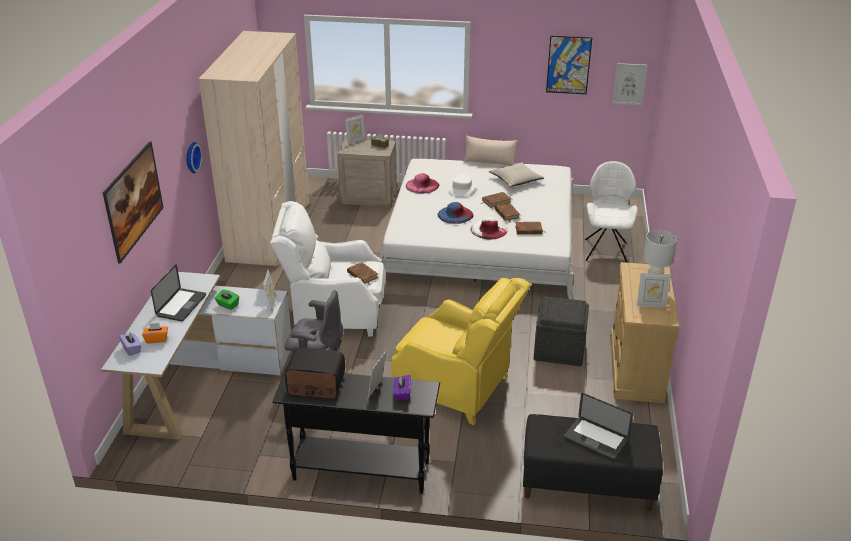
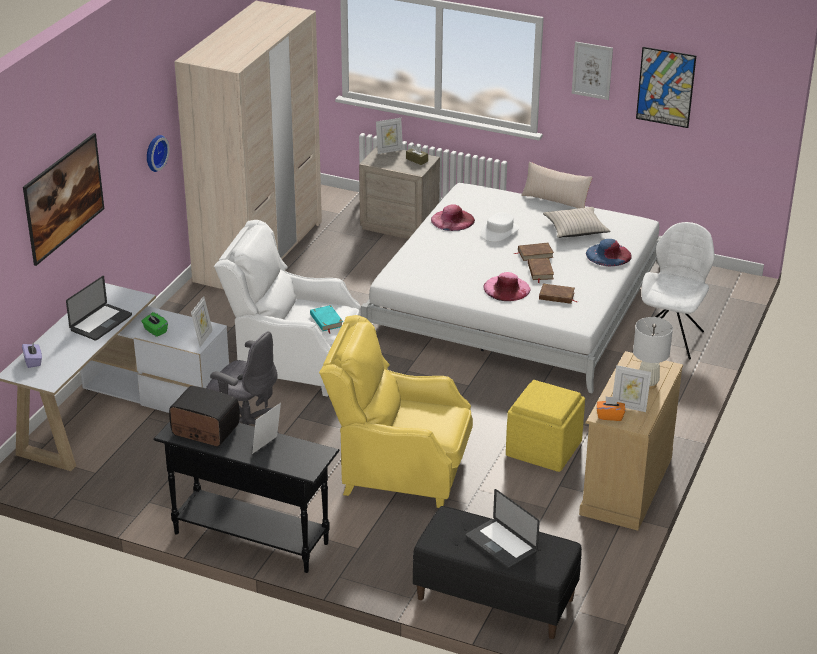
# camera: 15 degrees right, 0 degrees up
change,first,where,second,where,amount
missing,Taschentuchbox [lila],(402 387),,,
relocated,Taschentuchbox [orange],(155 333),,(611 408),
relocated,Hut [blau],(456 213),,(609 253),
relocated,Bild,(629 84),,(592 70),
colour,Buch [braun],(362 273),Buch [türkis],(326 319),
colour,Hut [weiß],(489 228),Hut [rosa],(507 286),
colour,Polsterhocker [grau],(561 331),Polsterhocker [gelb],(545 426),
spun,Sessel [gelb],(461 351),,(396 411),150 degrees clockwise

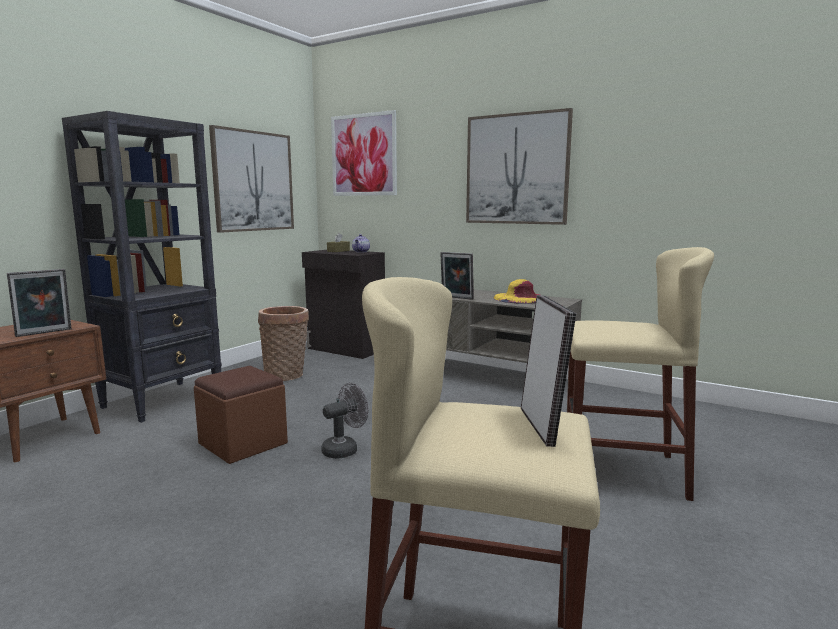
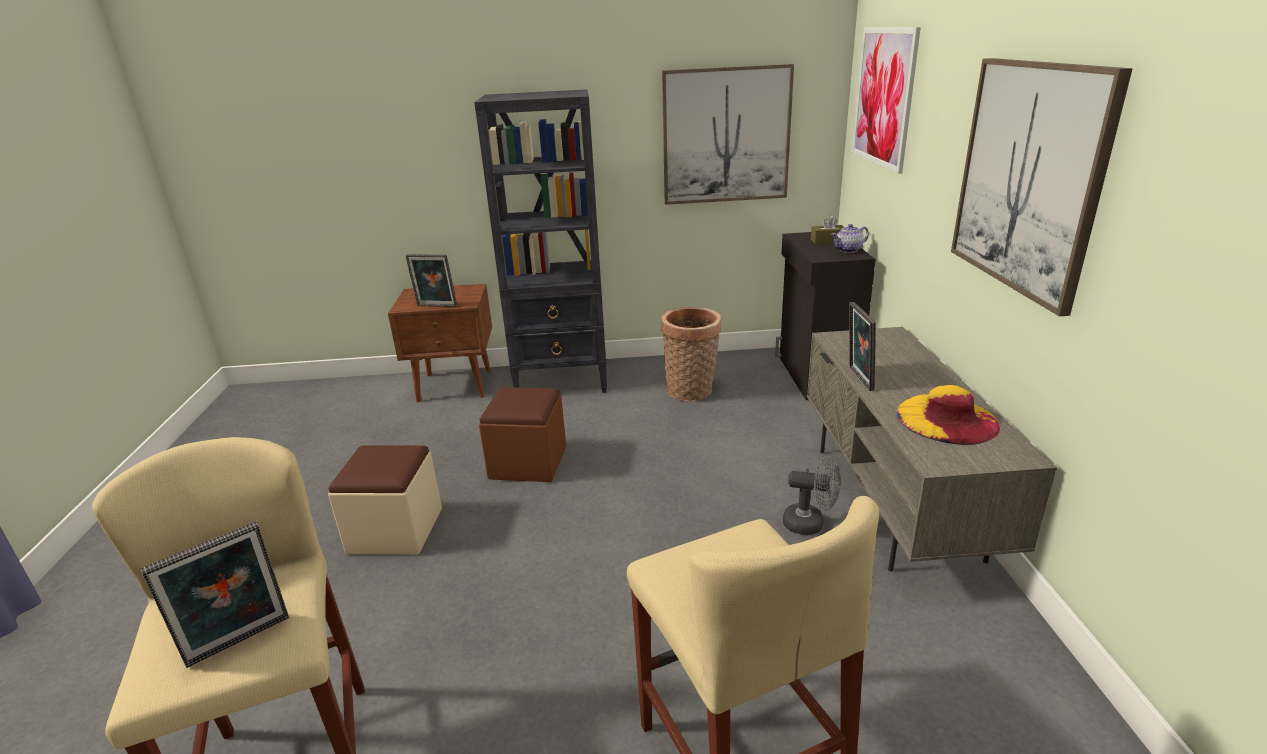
# camera: 55 degrees right, 15 degrees up
change,first,where,second,where,amount
appeared,,,Polsterhocker [beige],(385 500),
relocated,Ventilator [grau],(344 421),,(812 495),

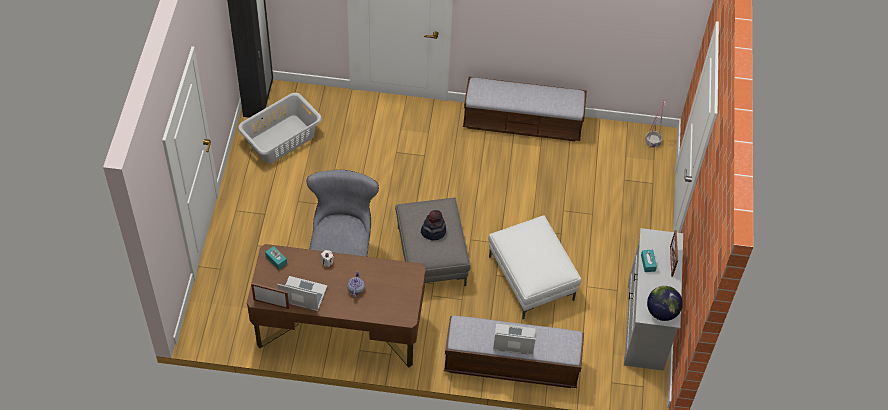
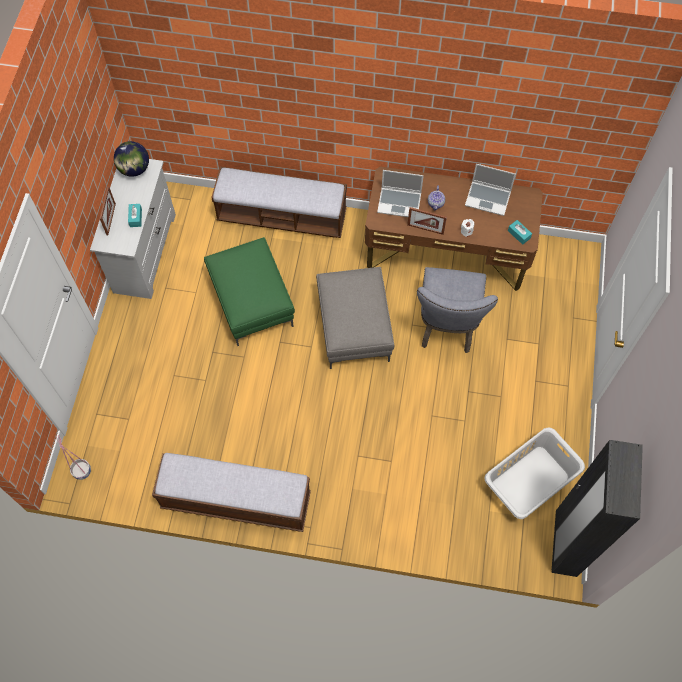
# camera: 175 degrees left, 10 degrees up
change,first,where,second,where,amount
missing,Hut,(433 225),,,
relocated,Bilderrahmen,(270 296),,(427 221),
relocated,Laptop,(514 339),,(400 193),
colour,Polsterhocker [weiß],(534 267),Polsterhocker [grün],(249 291),

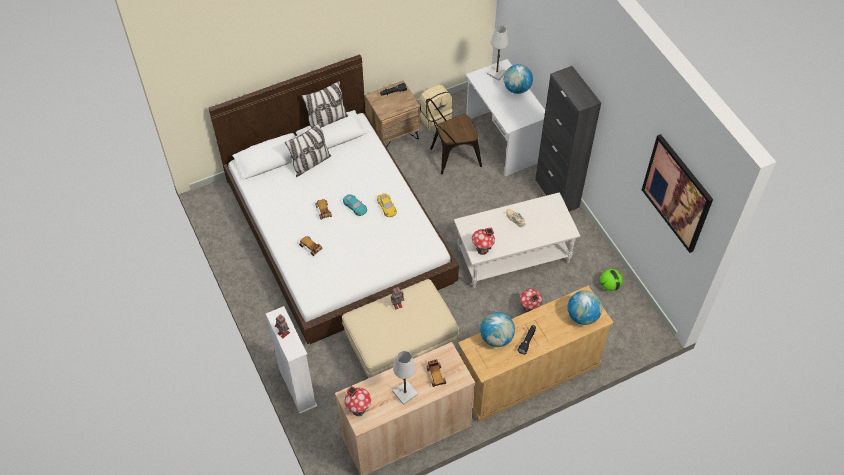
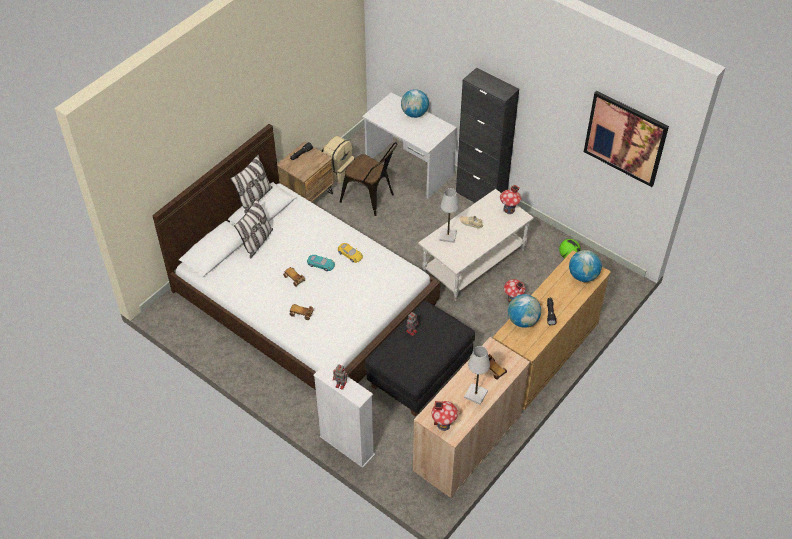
# camera: 25 degrees left, 5 degrees down
change,first,where,second,where,amount
relocated,Spielzeughaus,(483 241),,(510 199),
relocated,Tischlampe [weiß],(498 53),,(449 215),
colour,Polsterhocker [beige],(400 328),Polsterhocker [schwarz],(420 359),
spun,Stuhl [braun],(454 137),,(369 179),105 degrees counterclockwise

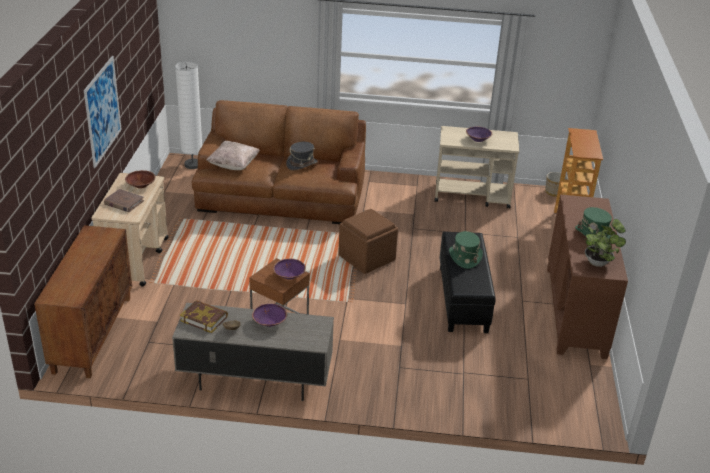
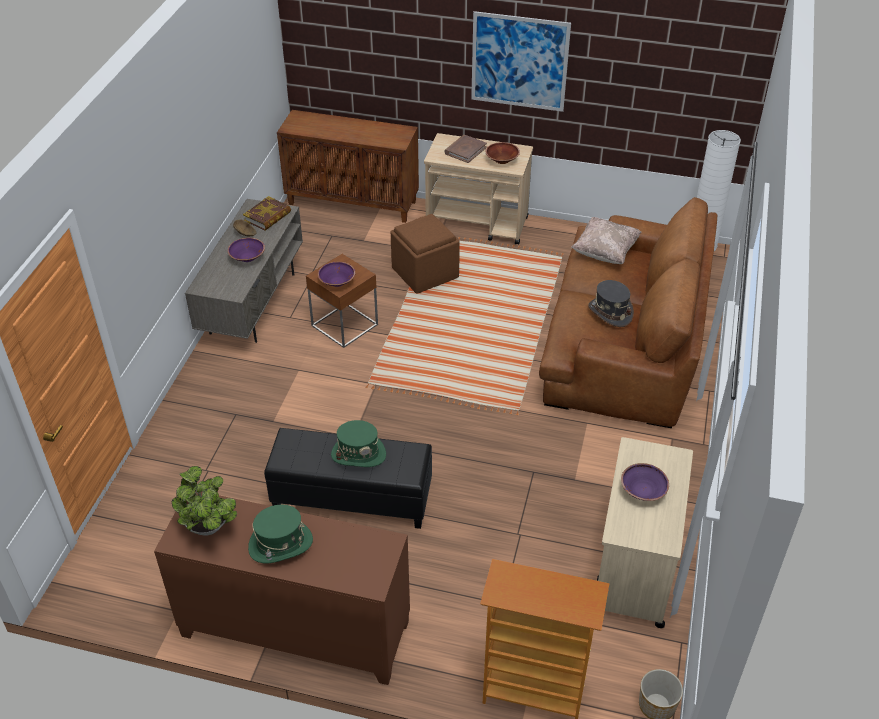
# camera: 100 degrees right, 10 degrees up
change,first,where,second,where,amount
relocated,Polsterhocker [braun],(368 241),,(425 254),

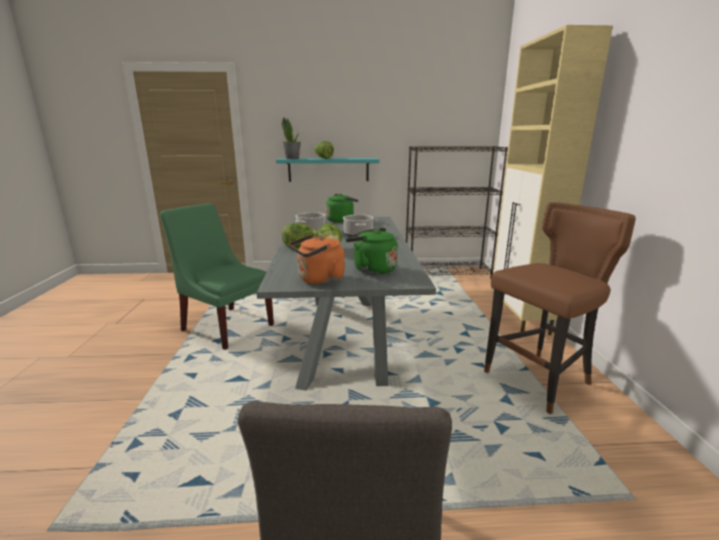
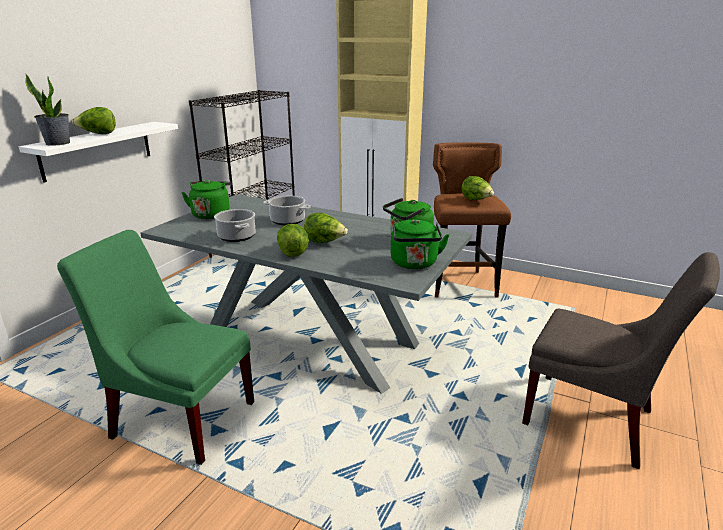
# camera: 60 degrees left, 5 degrees up
change,first,where,second,where,amount
appeared,,,Salatkopf,(478 188),
colour,Wandregal [türkis],(327 170),Wandregal [weiß],(98 152),
colour,Wasserkessel [orange],(317 259),Wasserkessel [grün],(420 244),
spun,Stuhl [grün],(217 276),,(155 347),45 degrees clockwise

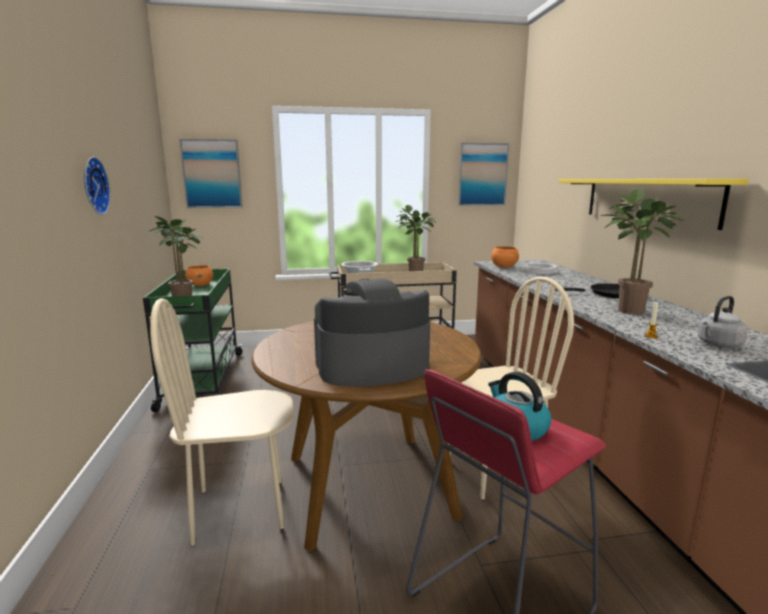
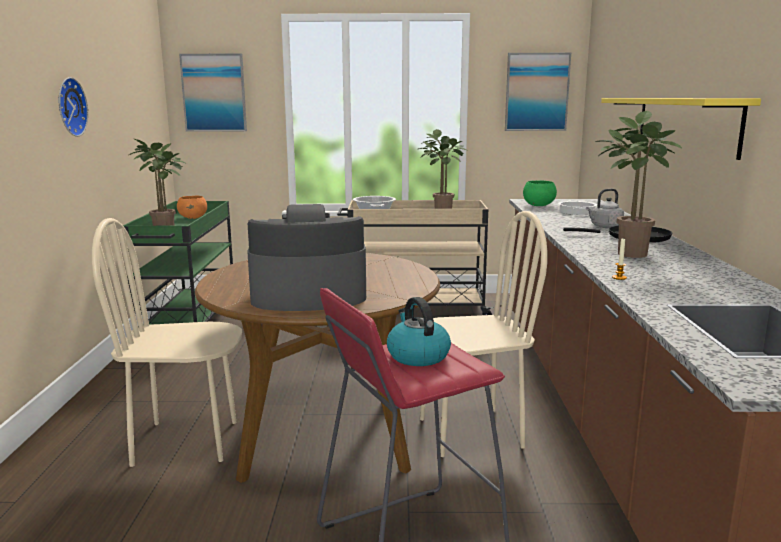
# camera: 10 degrees right, 0 degrees up
change,first,where,second,where,amount
relocated,Wasserkessel [grau],(723 322),,(605 208),
colour,Schüssel [orange],(505 257),Schüssel [grün],(540 193),

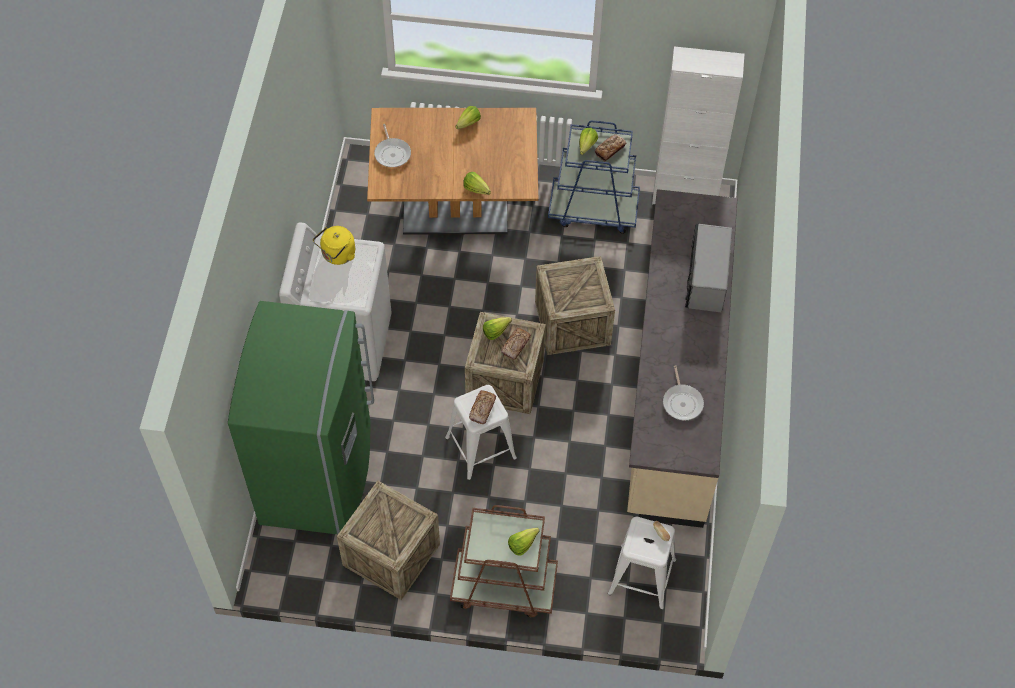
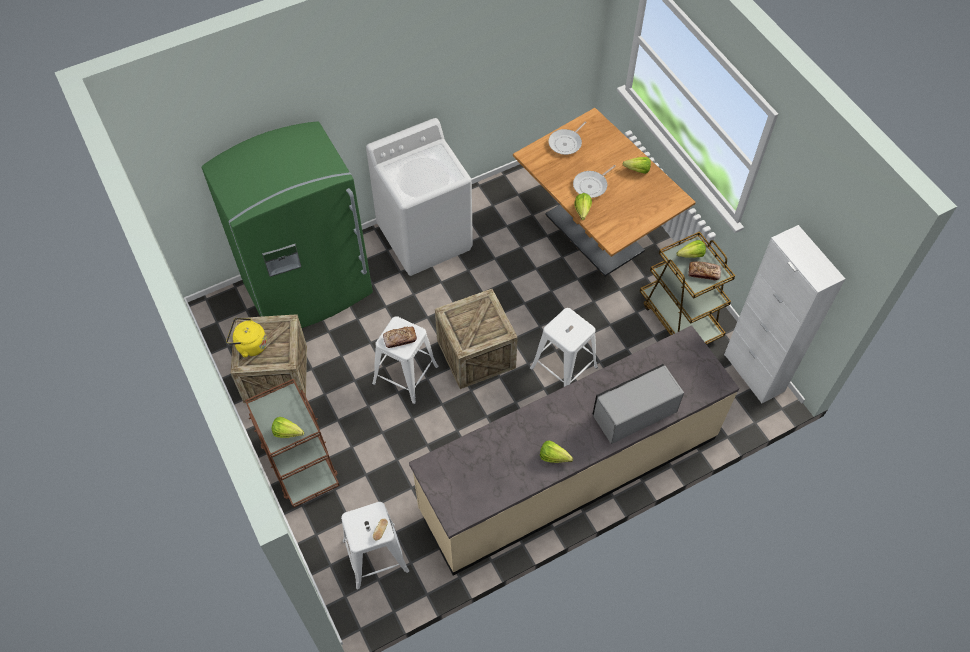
# camera: 55 degrees right, 0 degrees up
change,first,where,second,where,amount
missing,Brot,(516 344),,,
relocated,Wasserkessel [gelb],(334 245),,(246 337),
relocated,Salatkopf,(497 328),,(556 452),
relocated,Pfanne,(683 393),,(594 181),
exchanged,Kiste,(575 305),Hocker [weiß],(564 347),
colour,Rollwagen [blau],(594 177),Rollwagen [braun],(687 288),

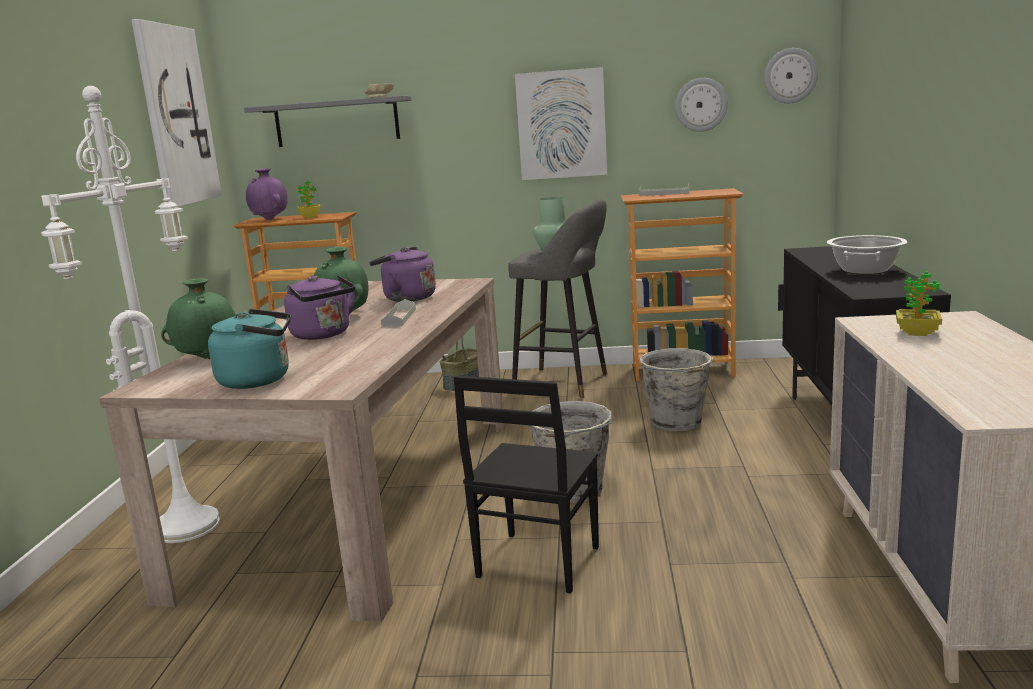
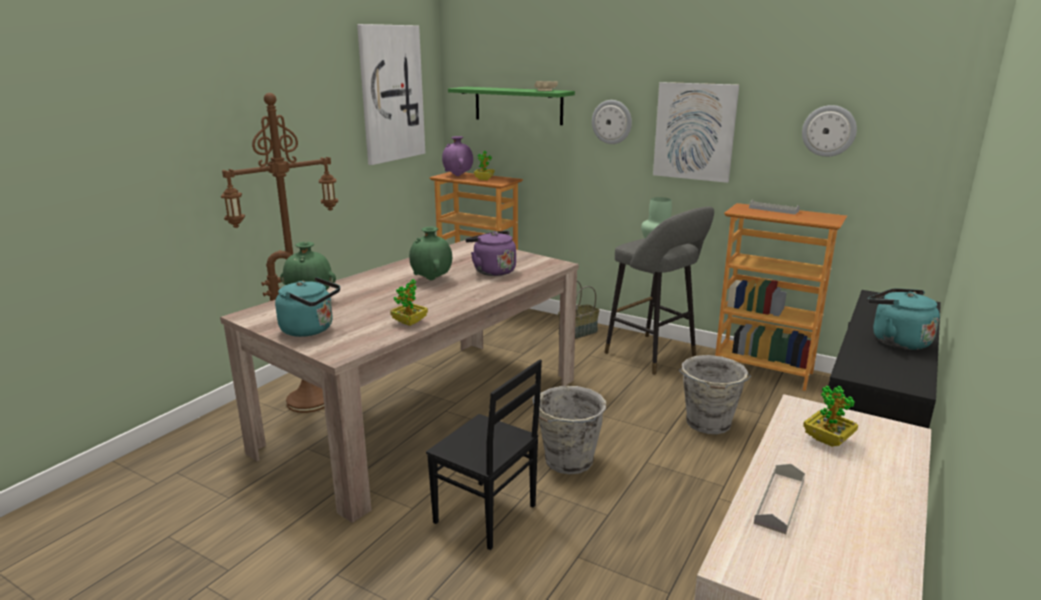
# camera: 25 degrees right, 5 degrees up
change,first,where,second,where,amount
missing,Wasserkessel [lila],(319 307),,,
appeared,,,Topfpflanze,(409 302),
relocated,Tablett [grau],(398 313),,(779 499),
relocated,Wanduhr,(791 75),,(612 122),
exchanged,Kochtopf,(867 255),Wasserkessel [türkis],(903 319),
colour,Stehlampe [weiß],(130 314),Stehlampe [braun],(279 253),
colour,Wandregal [grau],(327 121),Wandregal [grün],(511 106),
spun,Stuhl [schwarz],(526 485),,(484 454),105 degrees counterclockwise

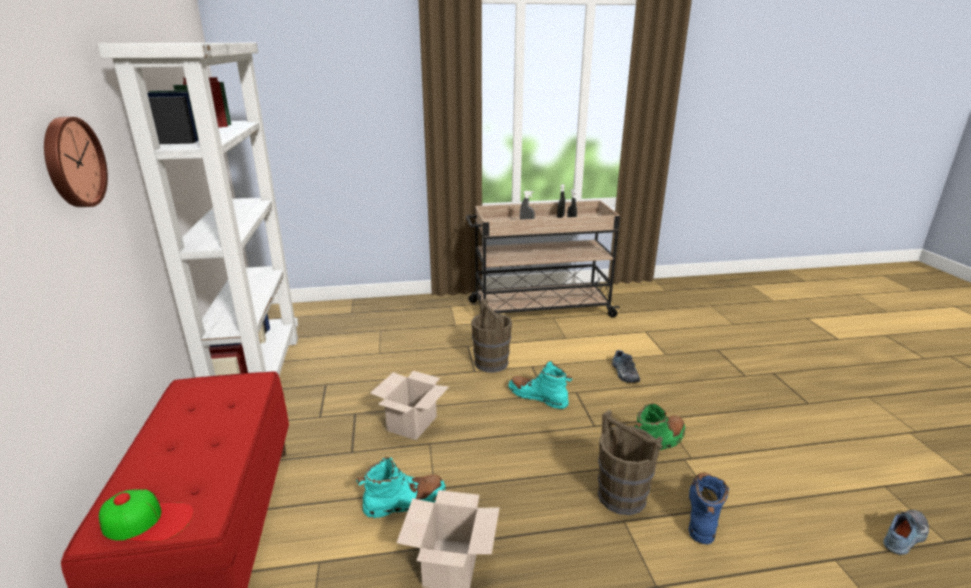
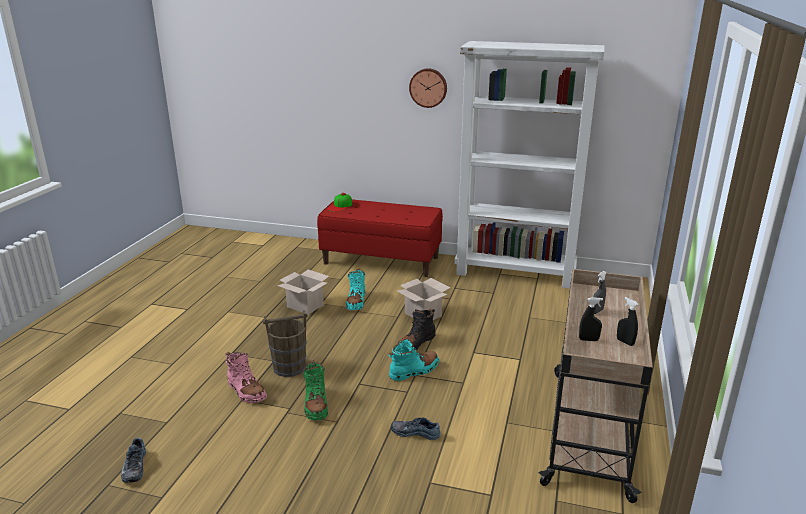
# camera: 115 degrees right, 0 degrees up
change,first,where,second,where,amount
missing,Eimer [braun],(491 336),,,
appeared,,,Stiefel [schwarz],(416 329),
colour,Stiefel [blau],(709 508),Stiefel [rosa],(246 377),

